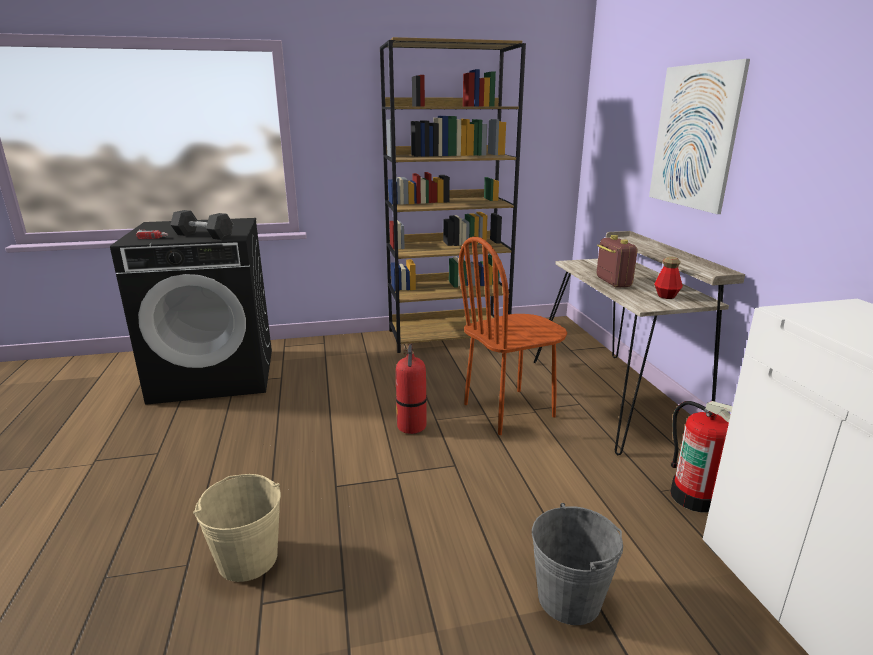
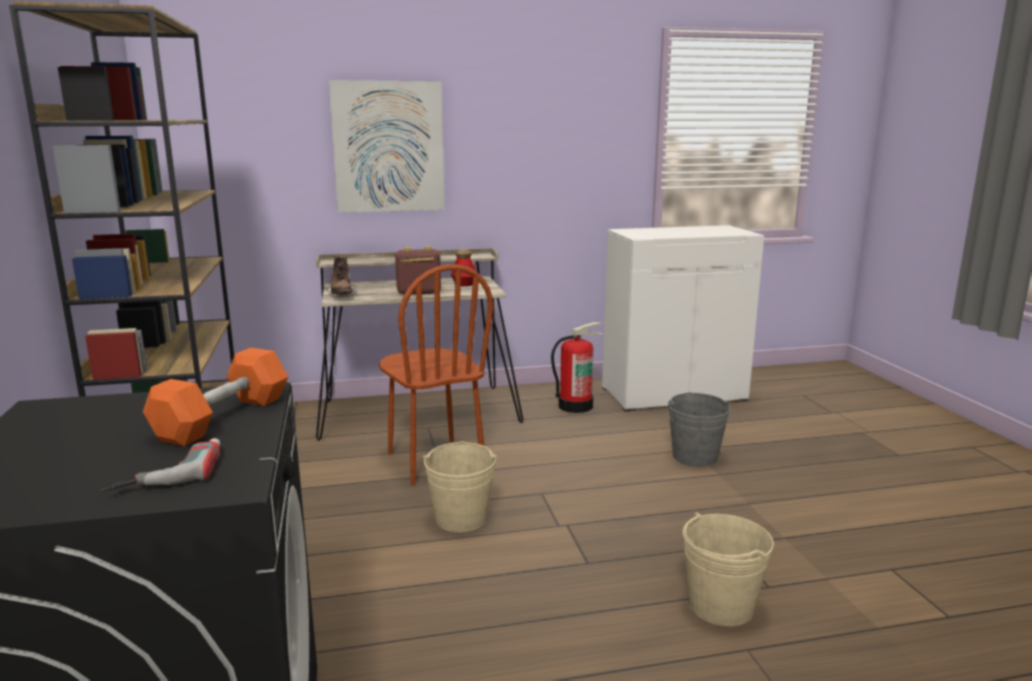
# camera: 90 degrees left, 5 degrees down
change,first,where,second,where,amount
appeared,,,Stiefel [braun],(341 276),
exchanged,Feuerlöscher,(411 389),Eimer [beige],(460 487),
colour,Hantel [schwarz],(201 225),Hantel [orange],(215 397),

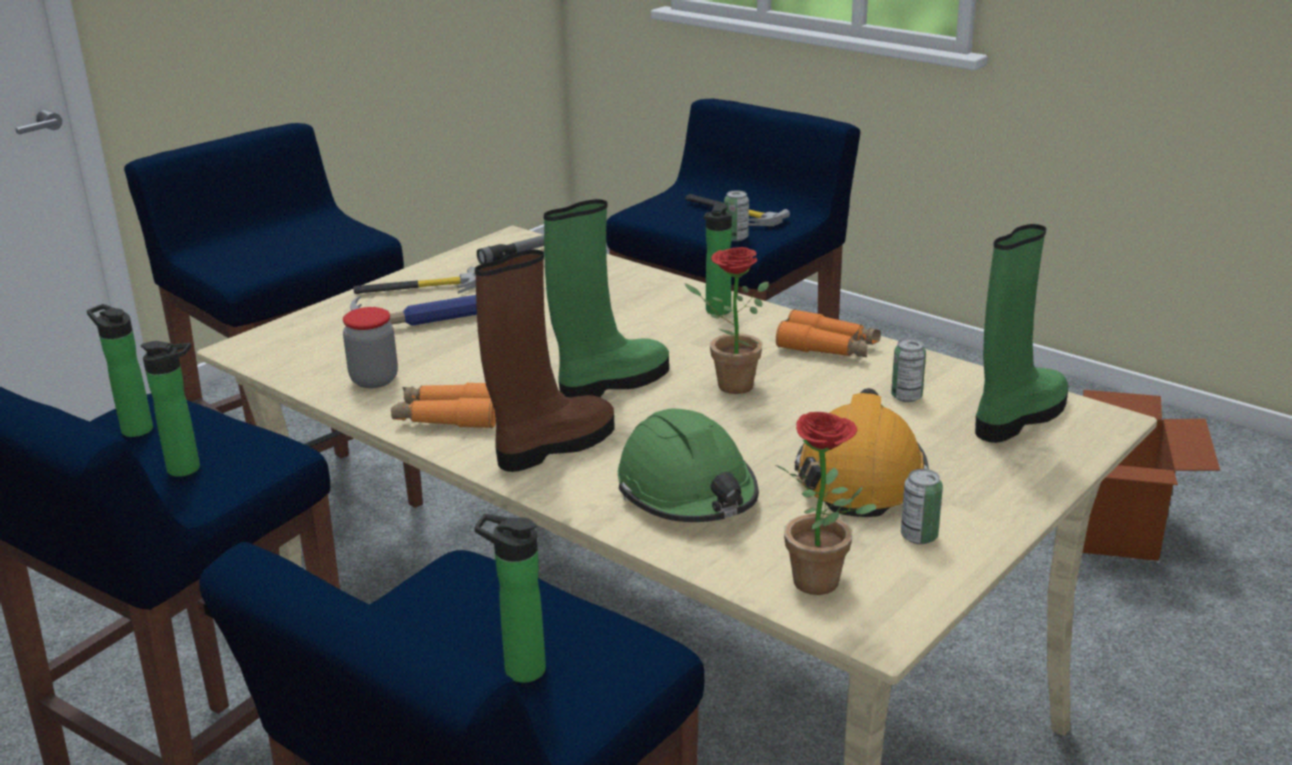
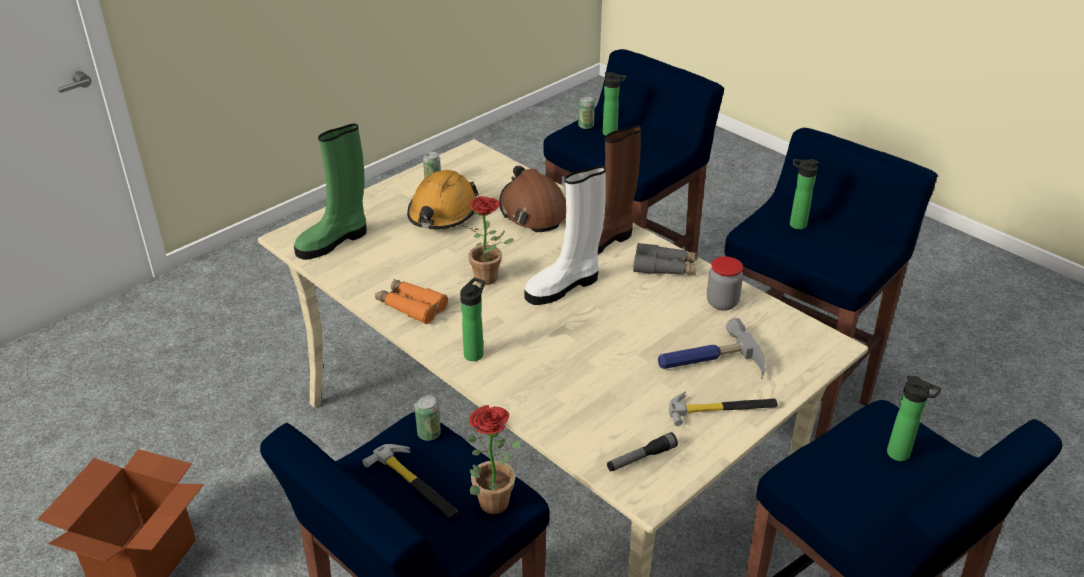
# camera: 175 degrees left, 10 degrees up
change,first,where,second,where,amount
relocated,Flasche,(120 370),,(914 418),
relocated,Topfpflanze,(826 503),,(494 459),
relocated,Dose,(908 370),,(586 112),
colour,Fernglas [orange],(443 405),Fernglas [grau],(665 259),
colour,Stiefel [grün],(606 298),Stiefel [weiß],(565 235),
colour,Schutzhelm [grün],(688 465),Schutzhelm [braun],(532 199),

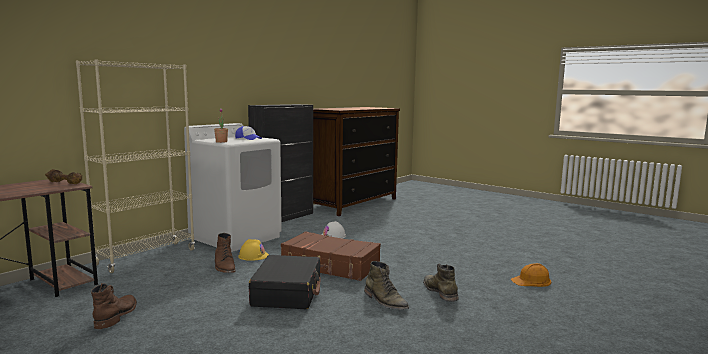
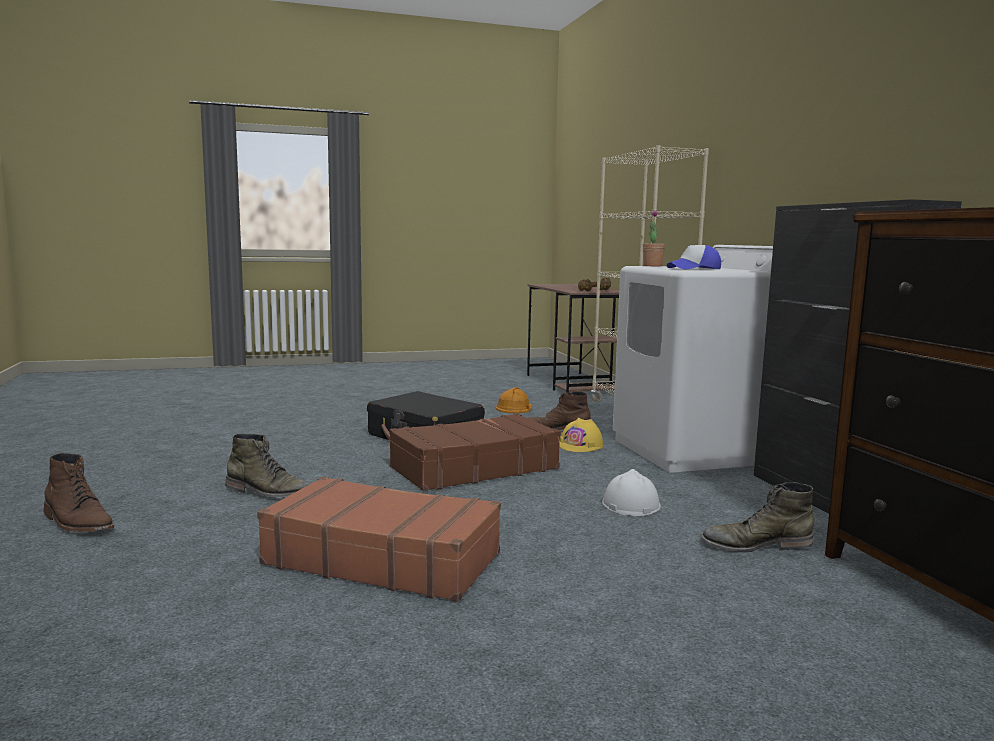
# camera: 125 degrees right, 0 degrees up
change,first,where,second,where,amount
appeared,,,Koffer [braun],(379 539),
relocated,Stiefel [braun],(114 306),,(79 492),
relocated,Stiefel [grün],(386 285),,(758 517),
relocated,Schutzhelm [orange],(530 275),,(514 400),

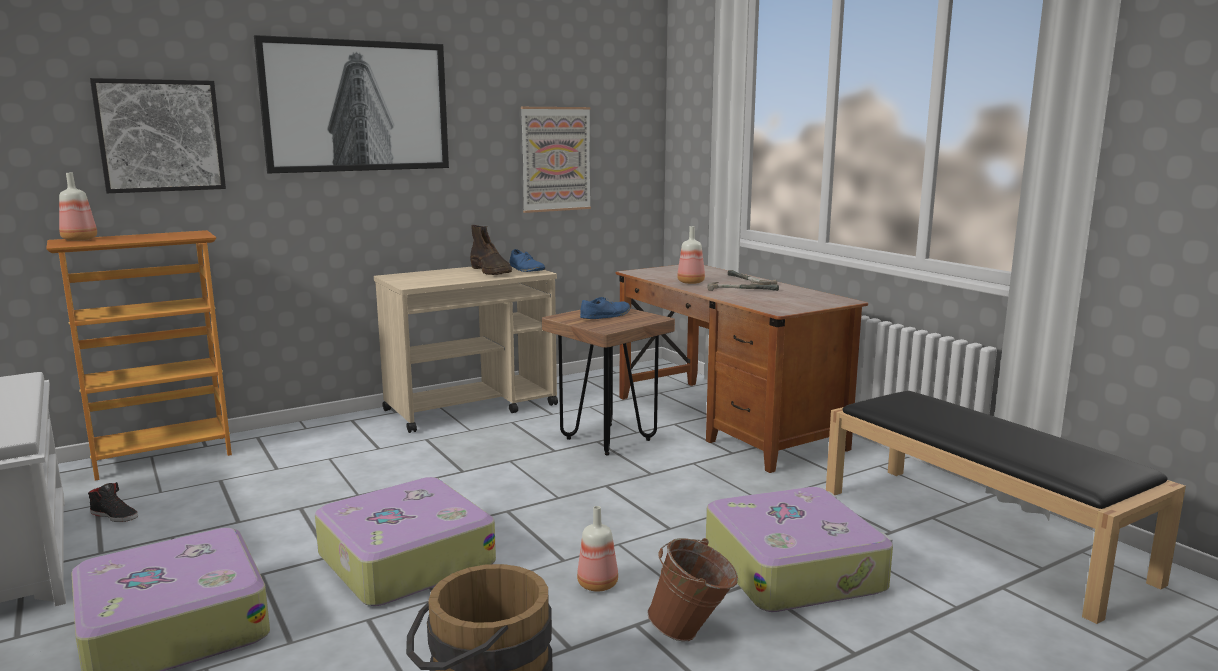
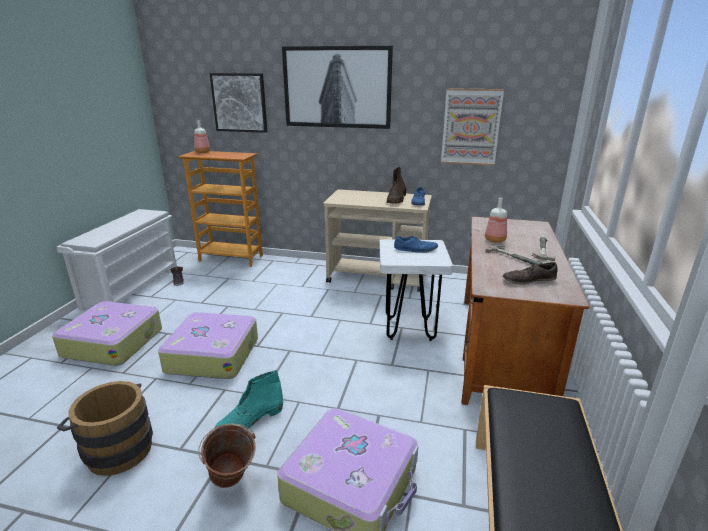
# camera: 45 degrees right, 10 degrees up
change,first,where,second,where,amount
appeared,,,Schuh [braun],(530 273),
exchanged,Flasche,(597 549),Stiefel [türkis],(249 400),
colour,Hocker [braun],(608 381),Hocker [weiß],(416 290),

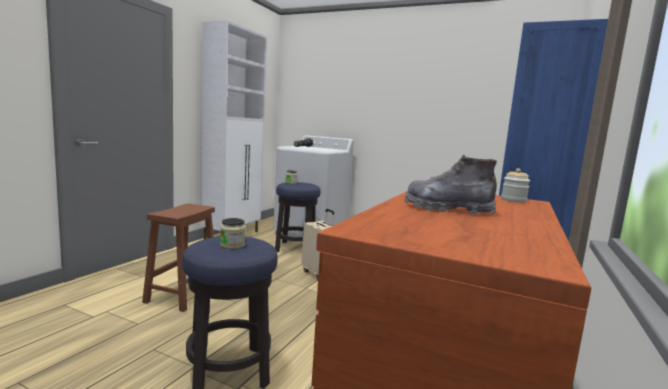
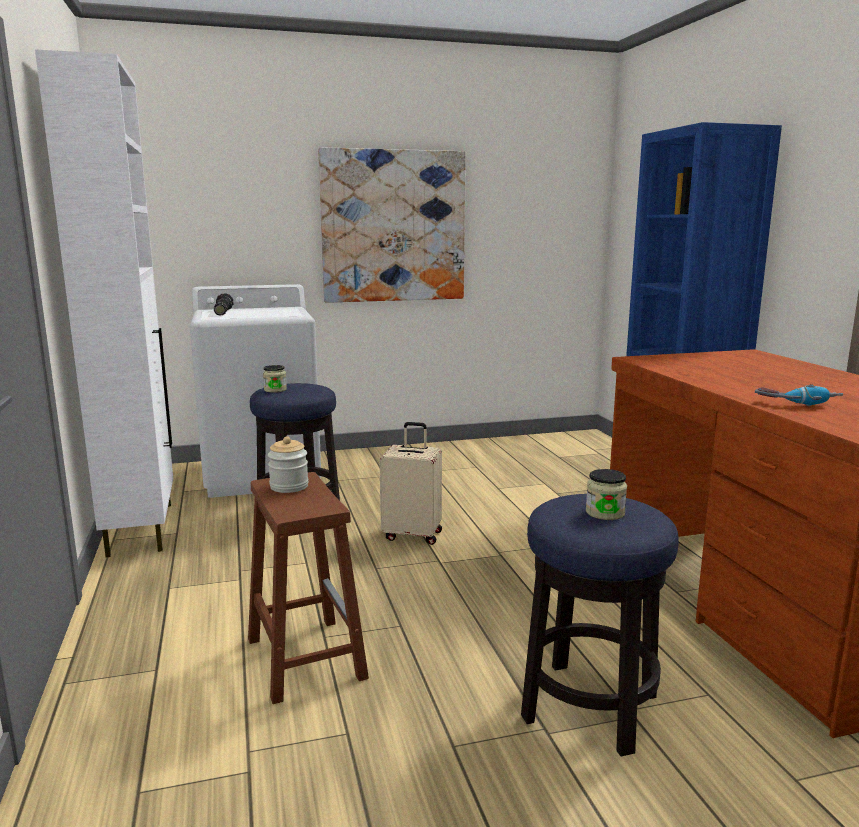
# camera: 40 degrees left, 5 degrees up
change,first,where,second,where,amount
missing,Stiefel [grau],(450 185),,,
appeared,,,Bild,(392 225),
appeared,,,Bohrmaschine,(799 395),
relocated,Vorratsglas,(515 185),,(288 465),

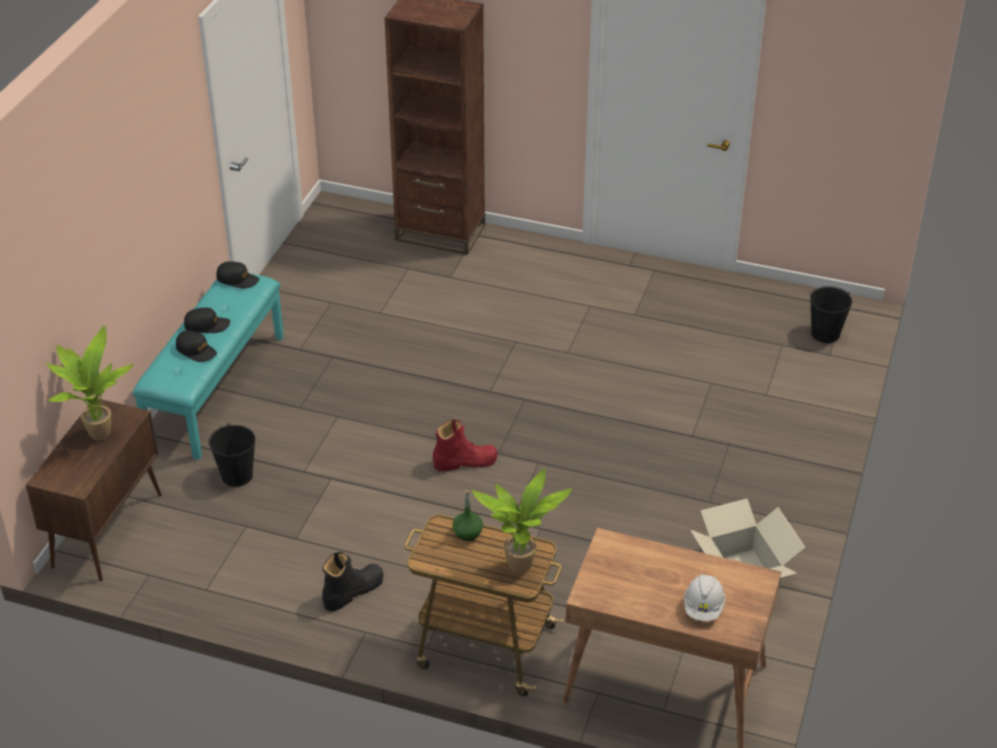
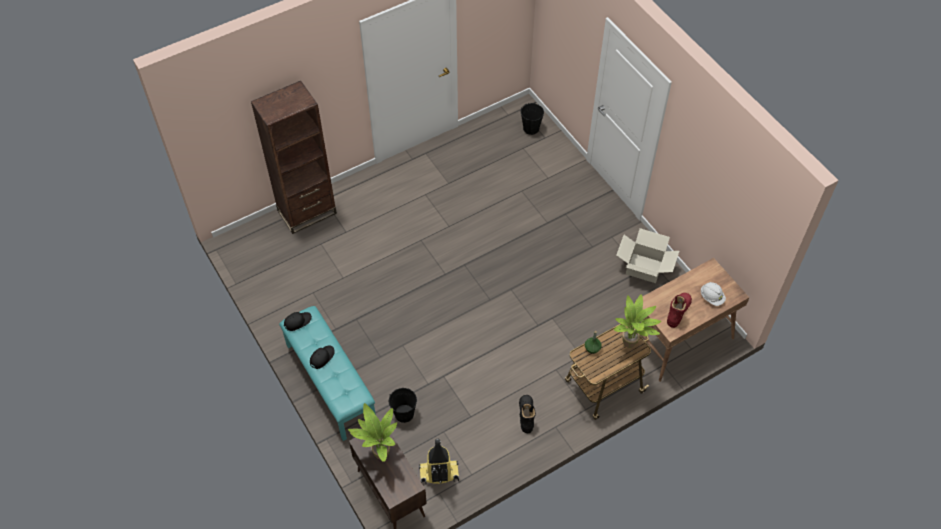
# camera: 50 degrees left, 15 degrees up
change,first,where,second,where,amount
missing,Kappe [schwarz],(196 346),,,
appeared,,,Staubsauger,(439 461),
relocated,Stiefel [rot],(465 445),,(679 310),

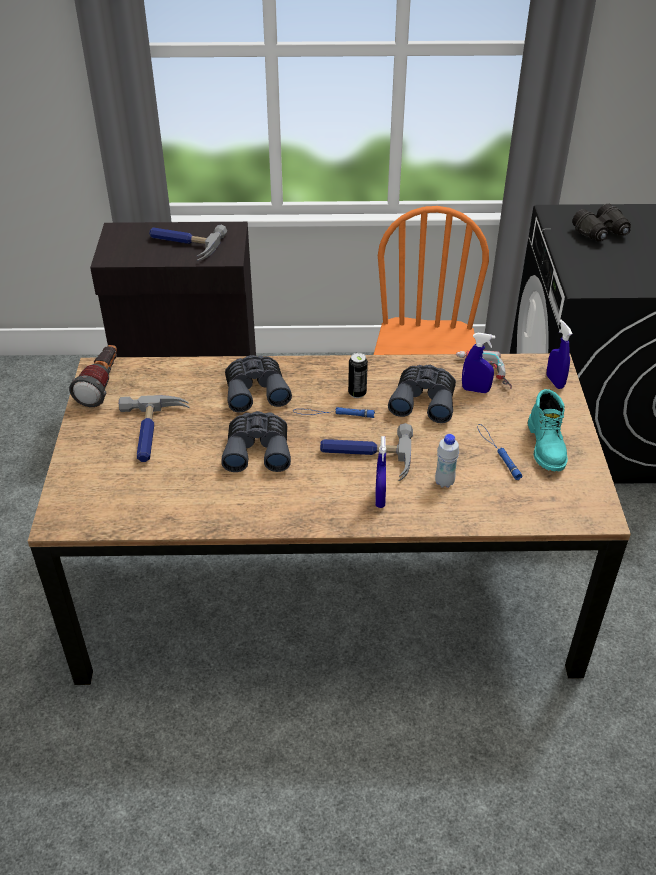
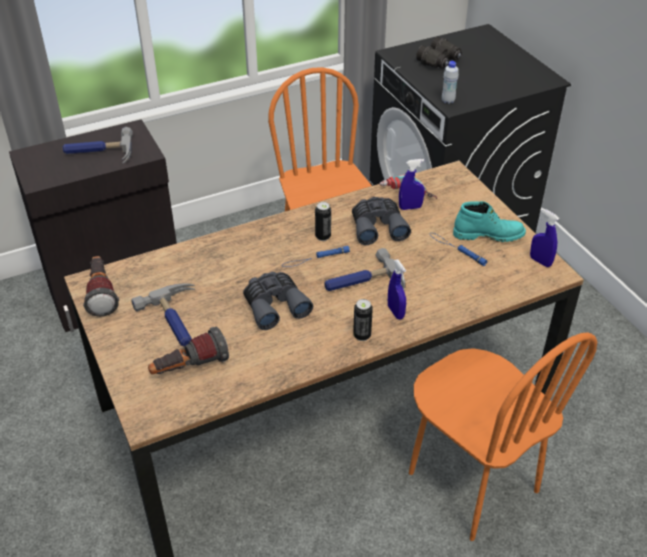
# camera: 25 degrees left, 0 degrees up
change,first,where,second,where,amount
missing,Fernglas [grau],(258 384),,,
appeared,,,Taschenlampe,(188 350),
appeared,,,Dose,(363 320),
appeared,,,Stuhl [orange],(503 436),
relocated,Flasche [weiß],(447 461),,(450 82),
relocated,Sprühflasche [blau],(559 354),,(544 237),
spun,Stiefel [türkis],(547 430),,(489 221),60 degrees counterclockwise

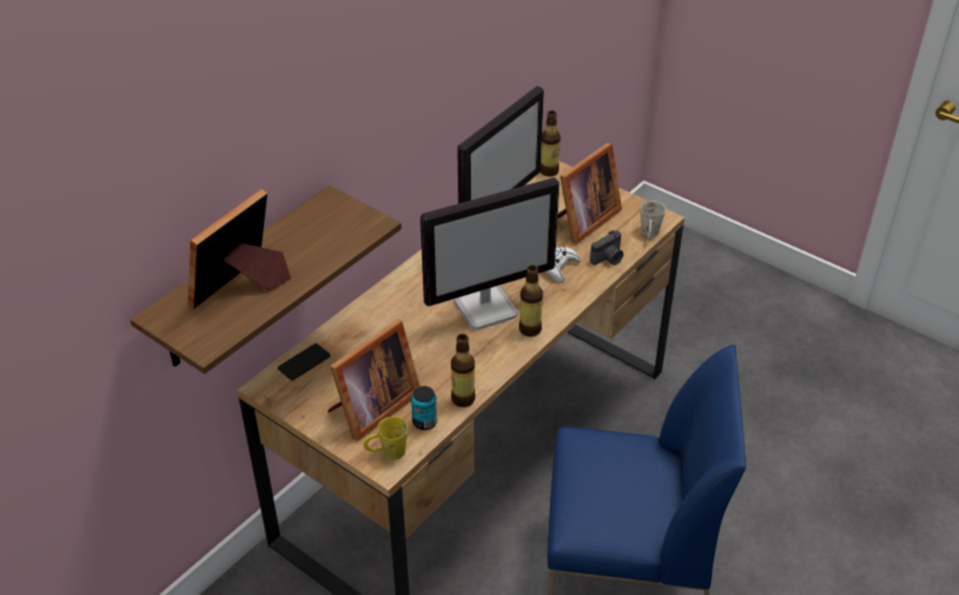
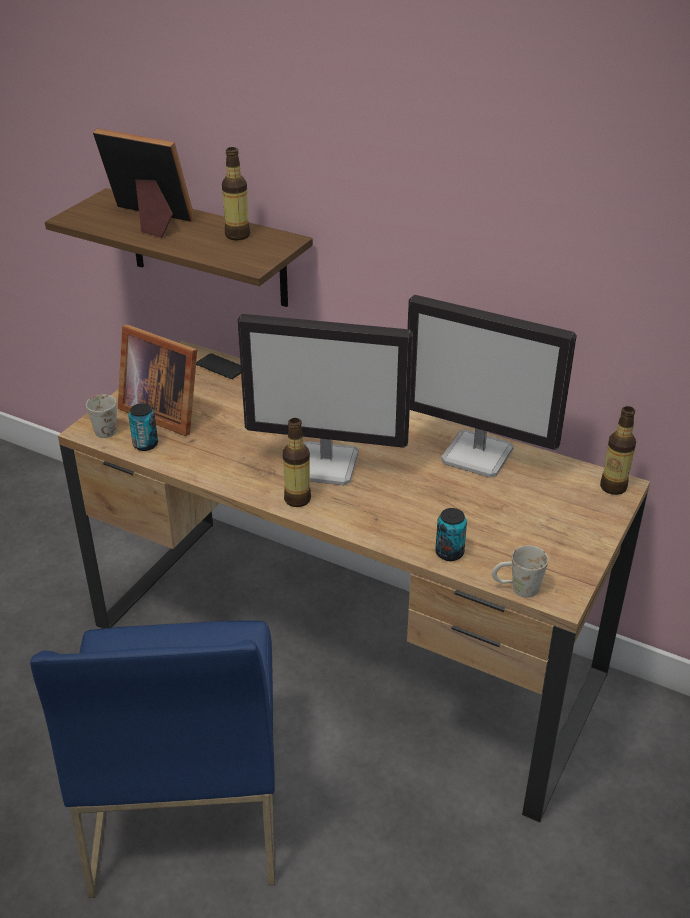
# camera: 80 degrees right, 5 degrees down
change,first,where,second,where,amount
missing,Gamepad [weiß],(562 264),,,
missing,Bilderrahmen,(590 193),,,
relocated,Flasche,(463 370),,(236 194),
exchanged,Kamera,(607 247),Dose,(451 534),
colour,Henkelbecher [gelb],(385 438),Henkelbecher [weiß],(101 416),
spun,Monitor,(490 253),,(325 399),45 degrees counterclockwise

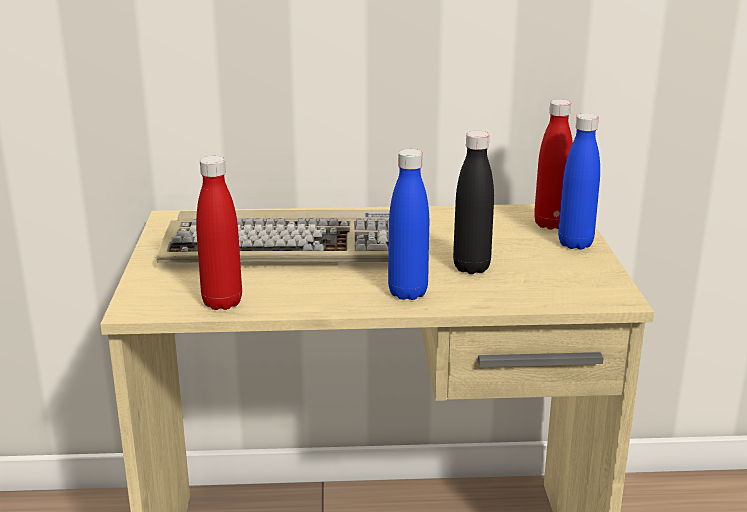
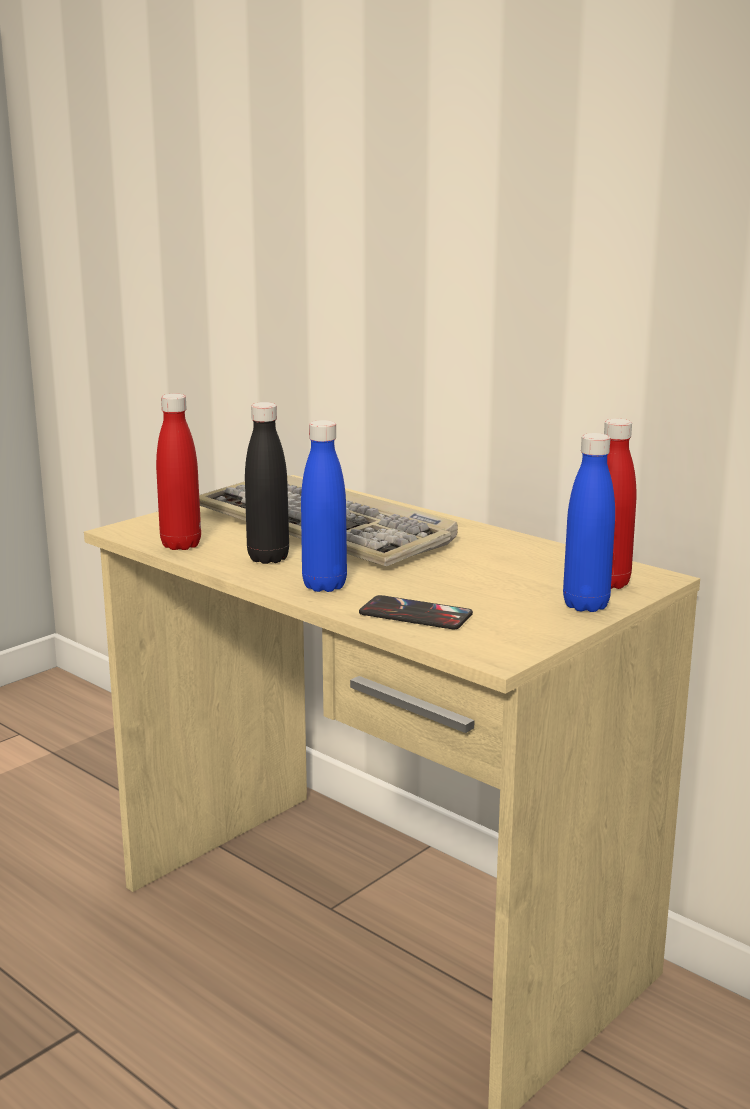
# camera: 45 degrees right, 5 degrees down
change,first,where,second,where,amount
appeared,,,Handy,(416 612),
relocated,Flasche [schwarz],(473 202),,(267 483),

